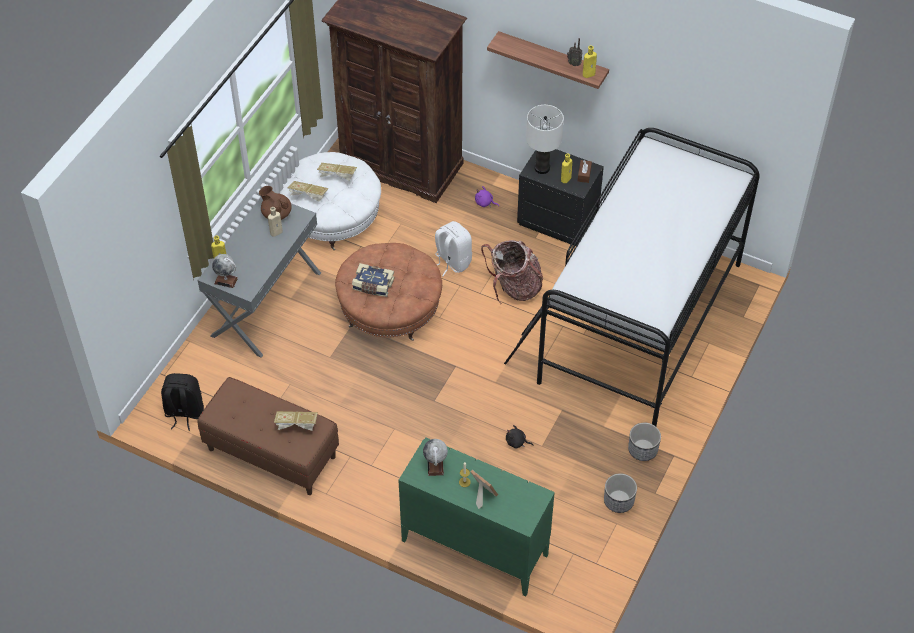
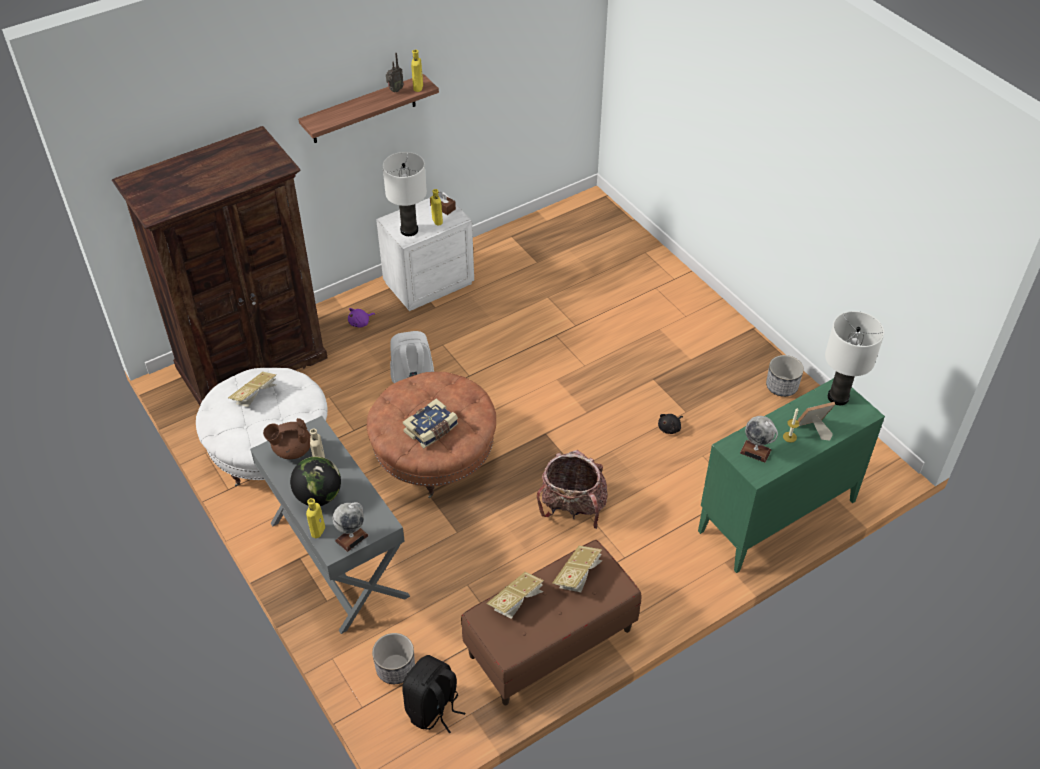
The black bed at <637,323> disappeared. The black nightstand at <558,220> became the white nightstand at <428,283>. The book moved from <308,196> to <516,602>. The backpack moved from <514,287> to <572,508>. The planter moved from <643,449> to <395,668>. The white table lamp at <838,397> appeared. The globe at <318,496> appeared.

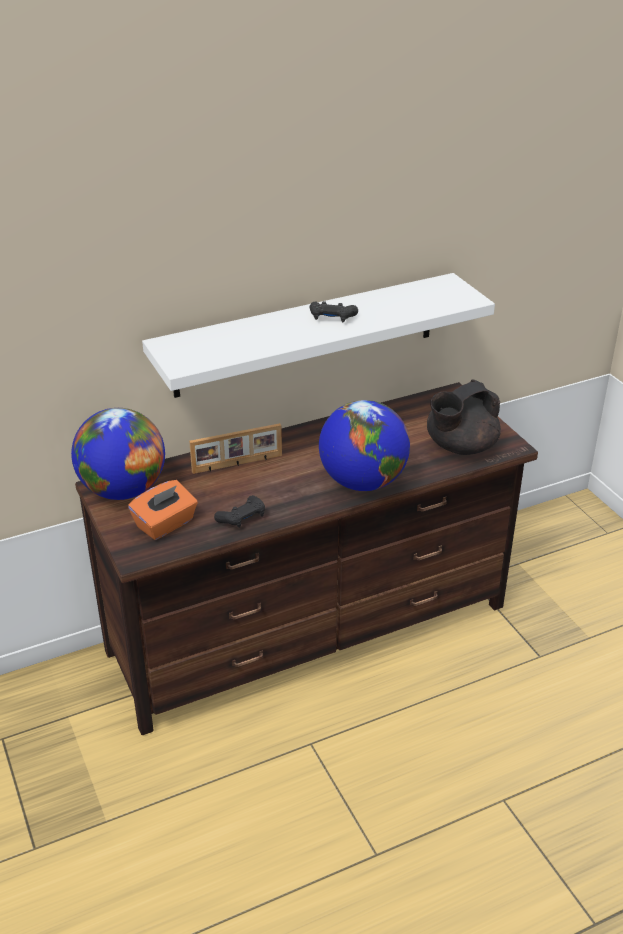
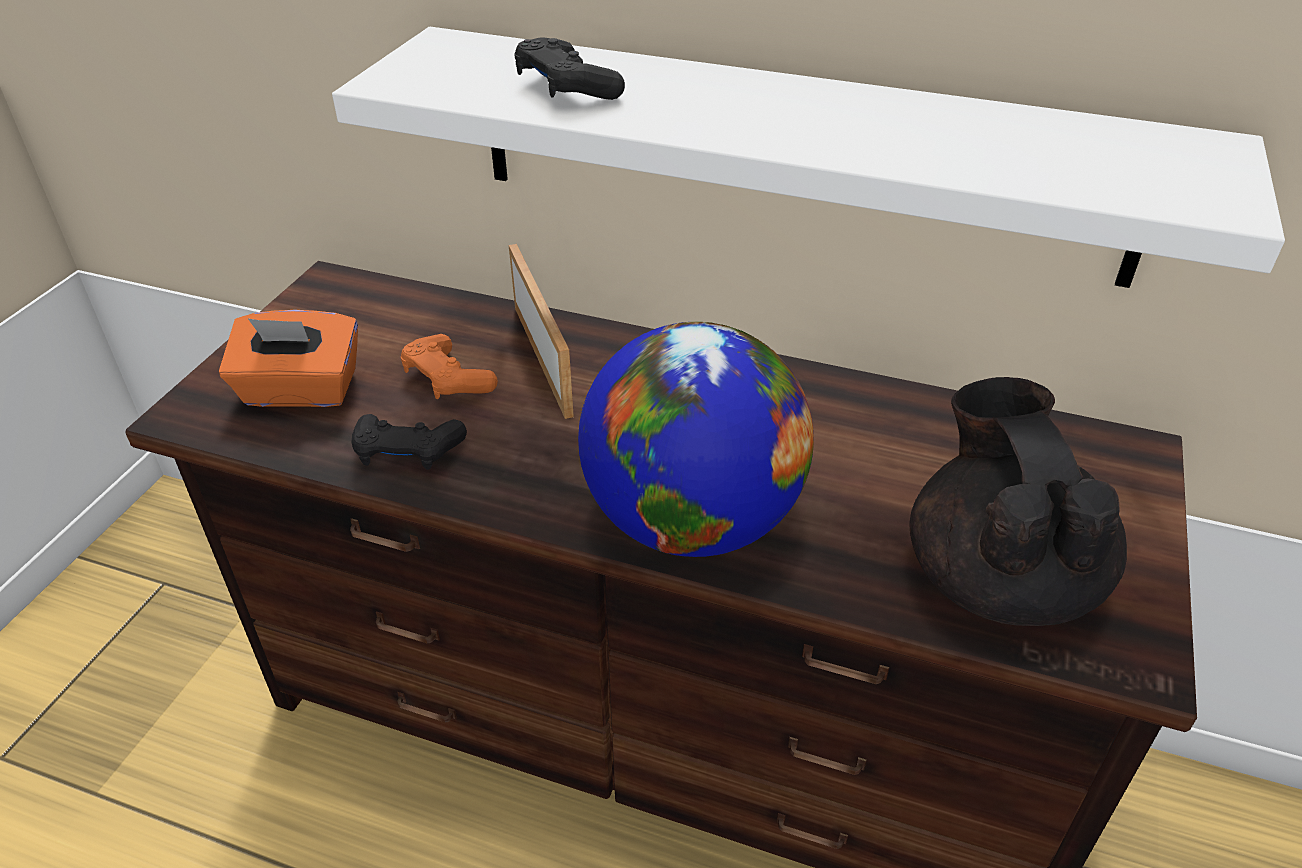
The black game controller moved from <332,318> to <566,87>. The black teapot at <460,447> turned 75 degrees clockwise. The globe at <123,490> disappeared. The picture frame at <237,464> turned 135 degrees counterclockwise. The orange game controller at <447,379> appeared.

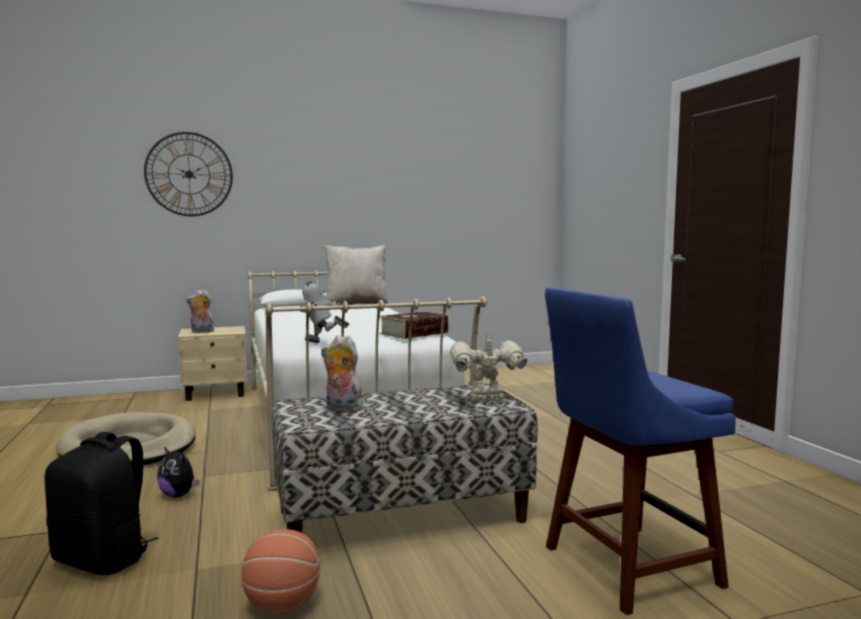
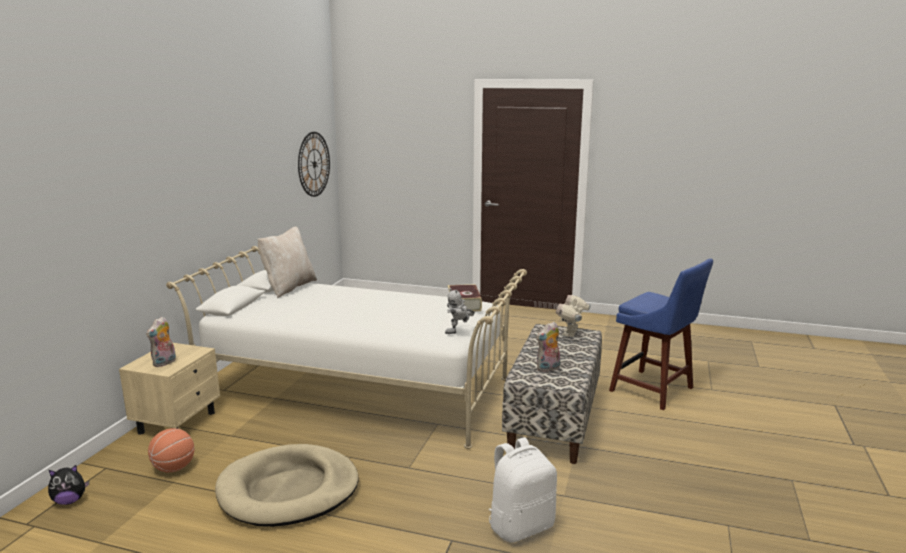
The wall clock moved from <189,174> to <314,164>. The blue chair at <623,567> turned 60 degrees counterclockwise. The black backpack at <104,559> became the white backpack at <521,526>. The plush toy moved from <179,495> to <70,501>. The basketball moved from <283,605> to <174,468>.

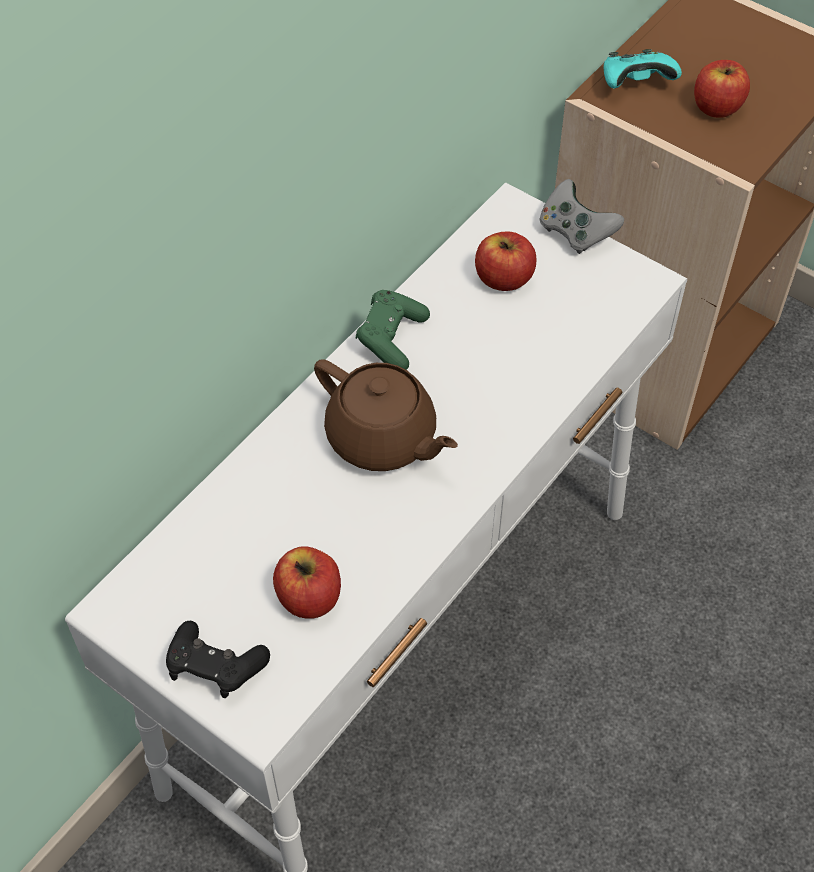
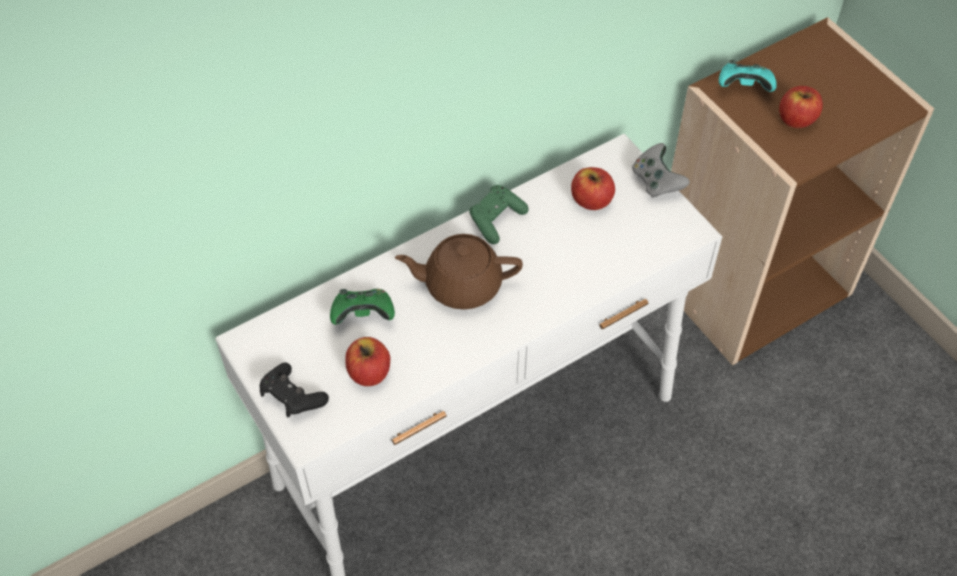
The brown teapot at <382,438> turned 120 degrees clockwise. The green game controller at <363,315> appeared.

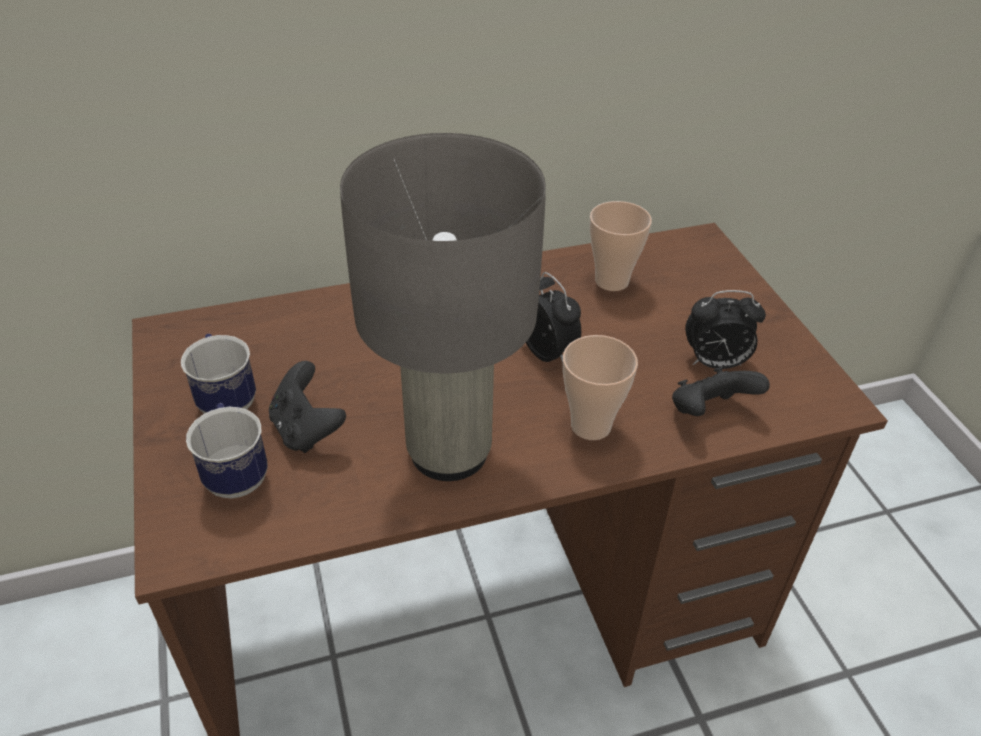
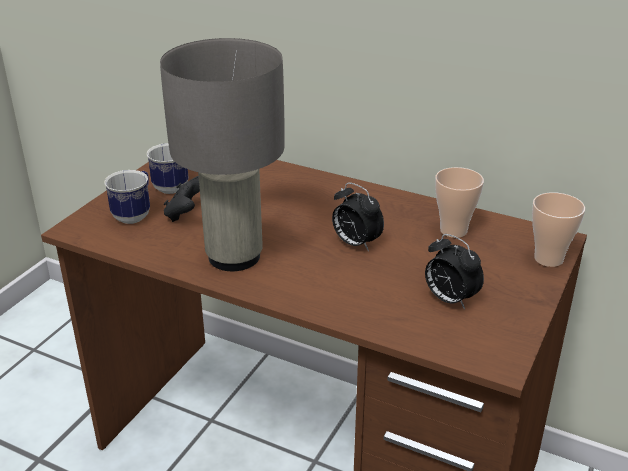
The alarm clock at <548,352> turned 120 degrees clockwise. The cup moved from <591,425> to <548,259>. The black game controller at <709,412> disappeared.

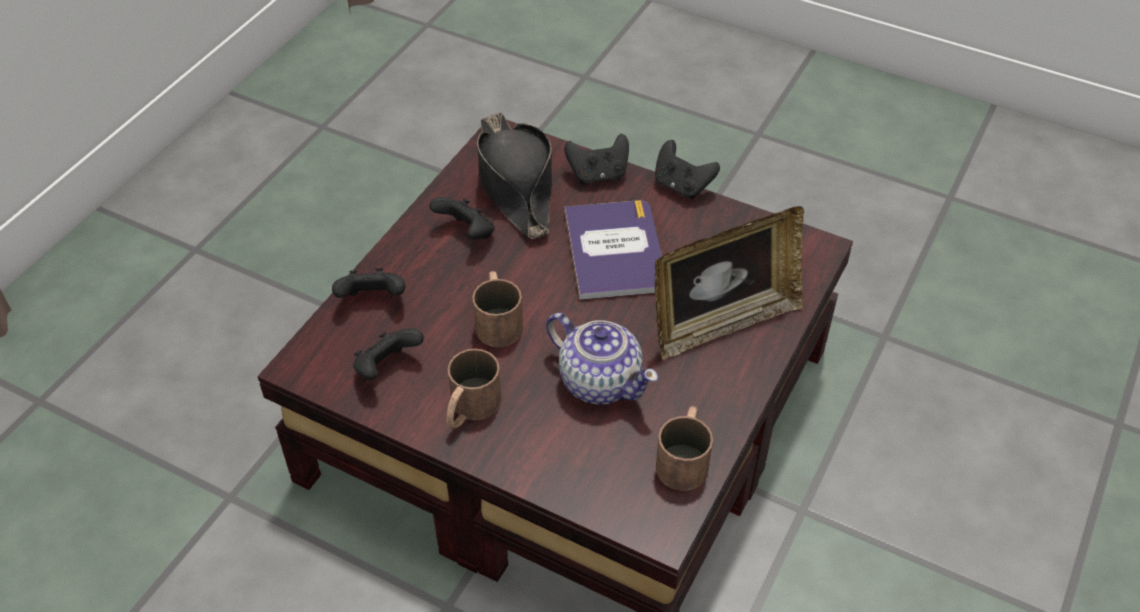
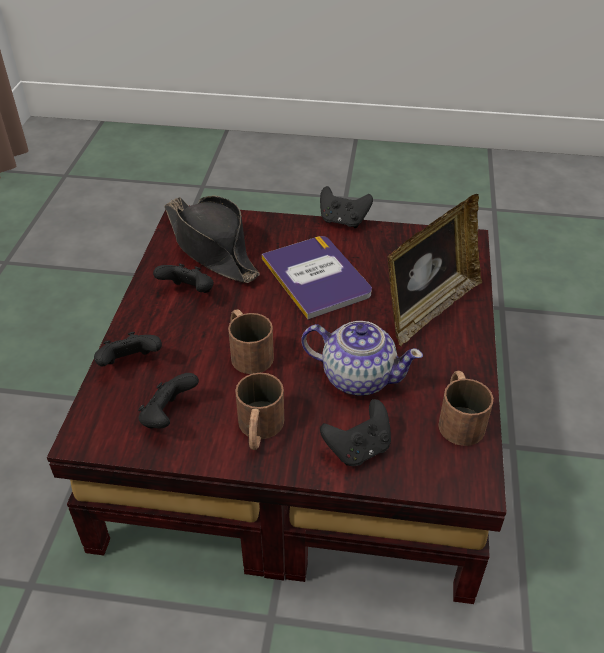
The black game controller moved from <598,174> to <358,449>.

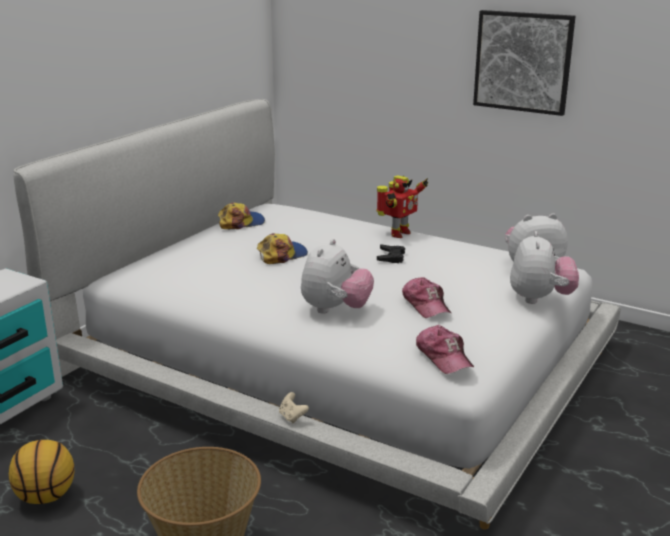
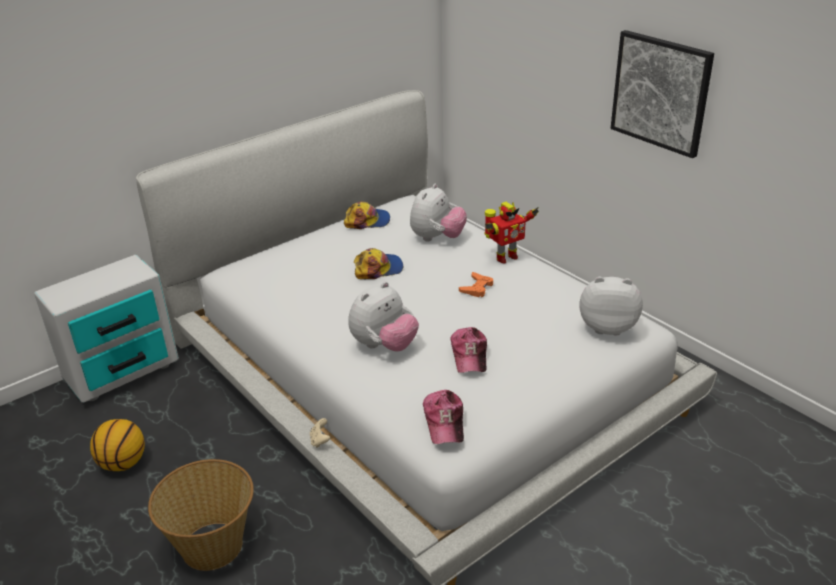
The plush toy moved from <540,299> to <437,238>. The black game controller at <391,257> became the orange game controller at <477,288>.

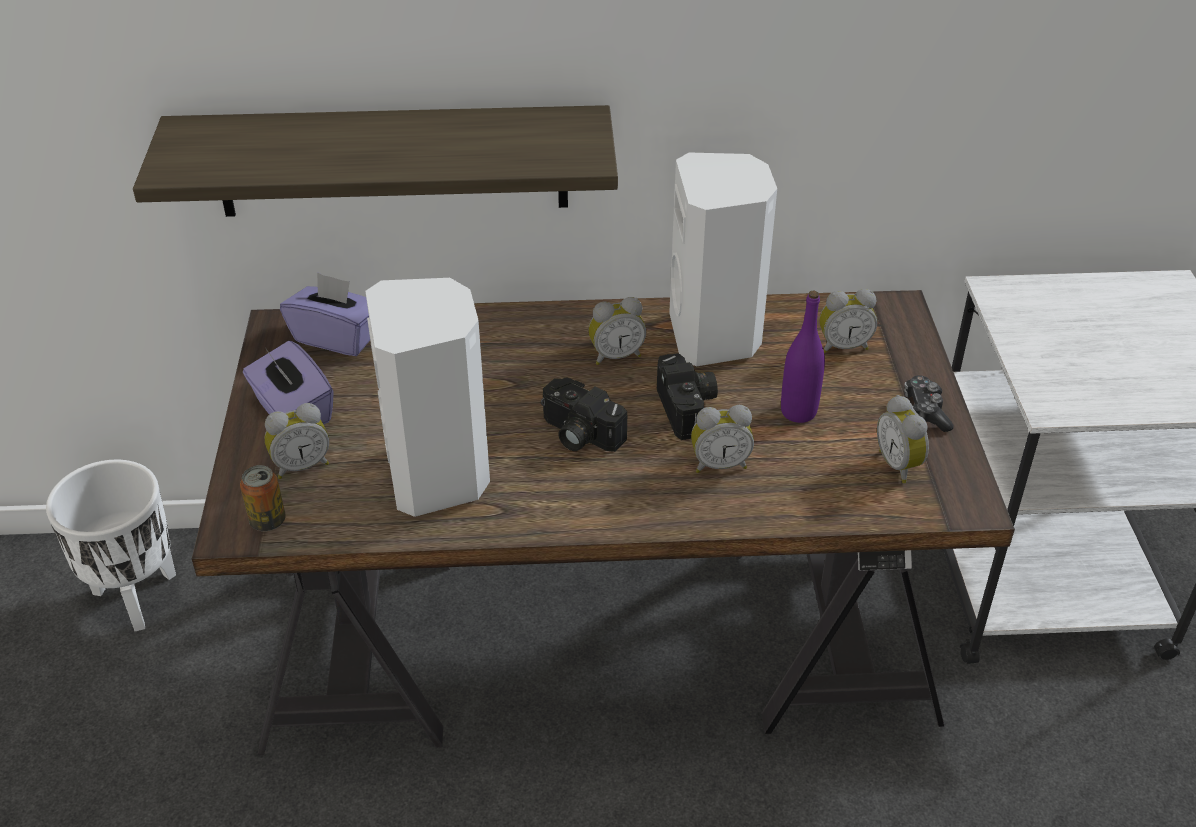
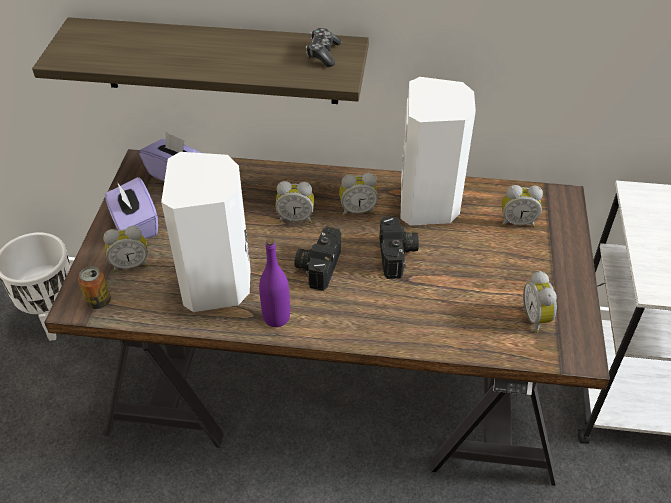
The purple bottle moved from <798,412> to <276,317>. The game controller moved from <925,411> to <323,53>. The photo camera at <578,434> turned 60 degrees clockwise. The alarm clock moved from <719,464> to <296,218>.

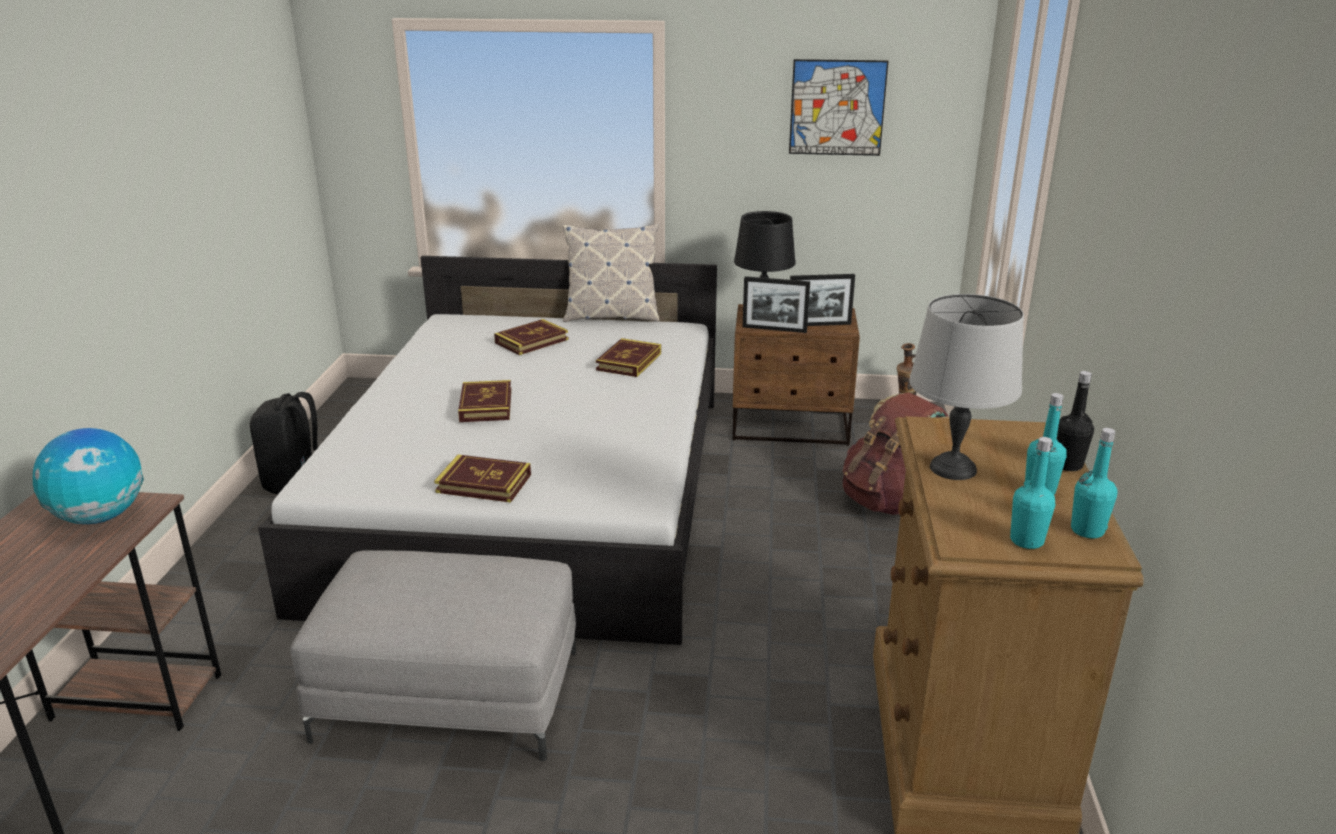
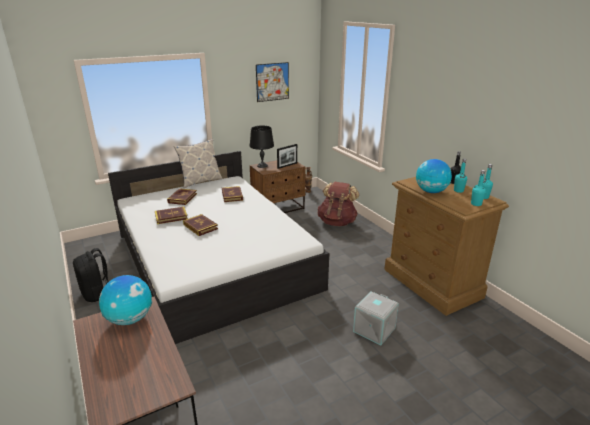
The picture frame at <774,329> disappeared. The grey table lamp at <951,468> was replaced by the globe at <431,191>. The book moved from <484,483> to <171,217>. The grey ottoman at <449,693> disappeared. The grey storage box at <374,330> appeared.

